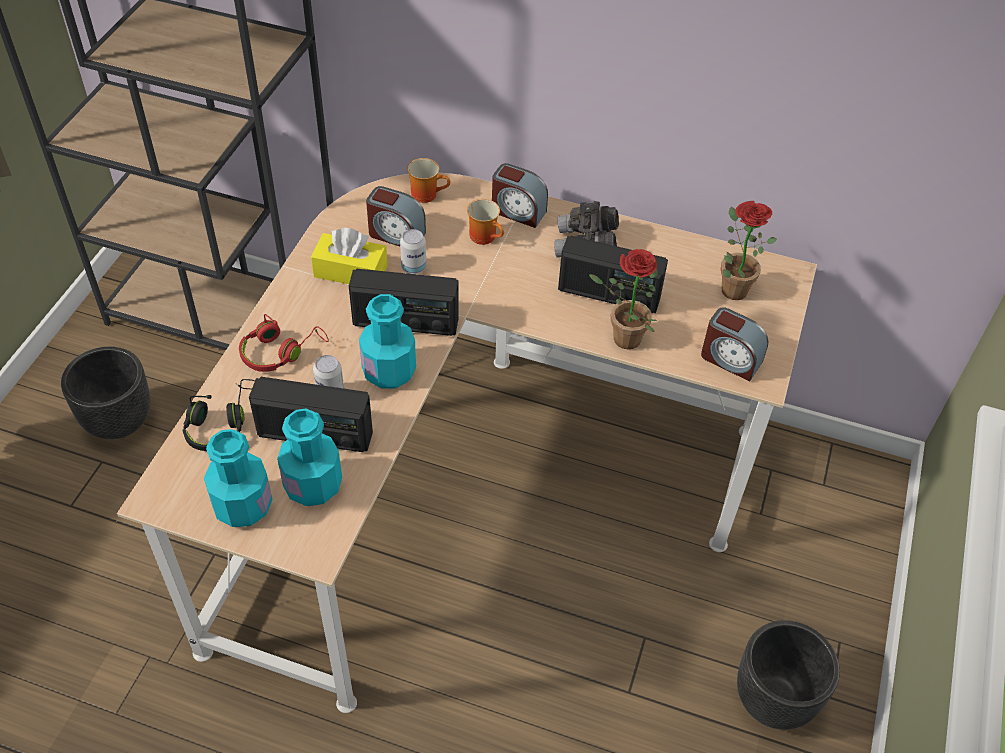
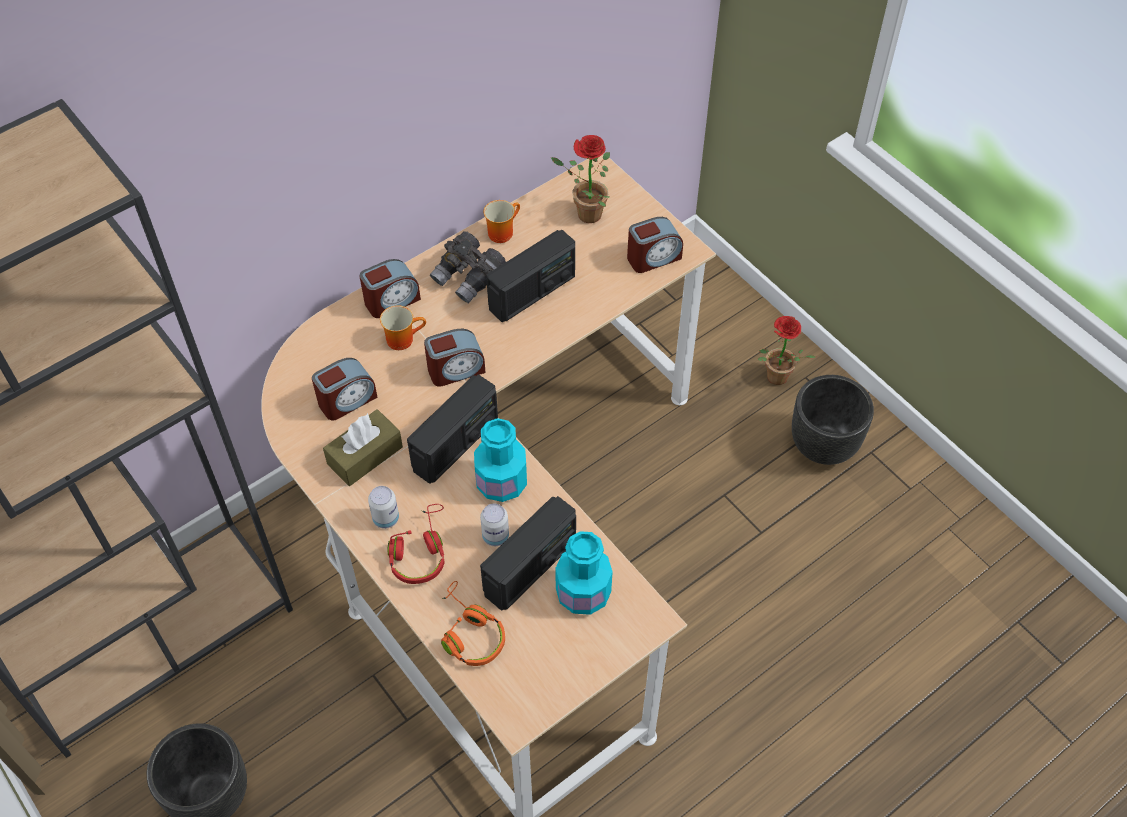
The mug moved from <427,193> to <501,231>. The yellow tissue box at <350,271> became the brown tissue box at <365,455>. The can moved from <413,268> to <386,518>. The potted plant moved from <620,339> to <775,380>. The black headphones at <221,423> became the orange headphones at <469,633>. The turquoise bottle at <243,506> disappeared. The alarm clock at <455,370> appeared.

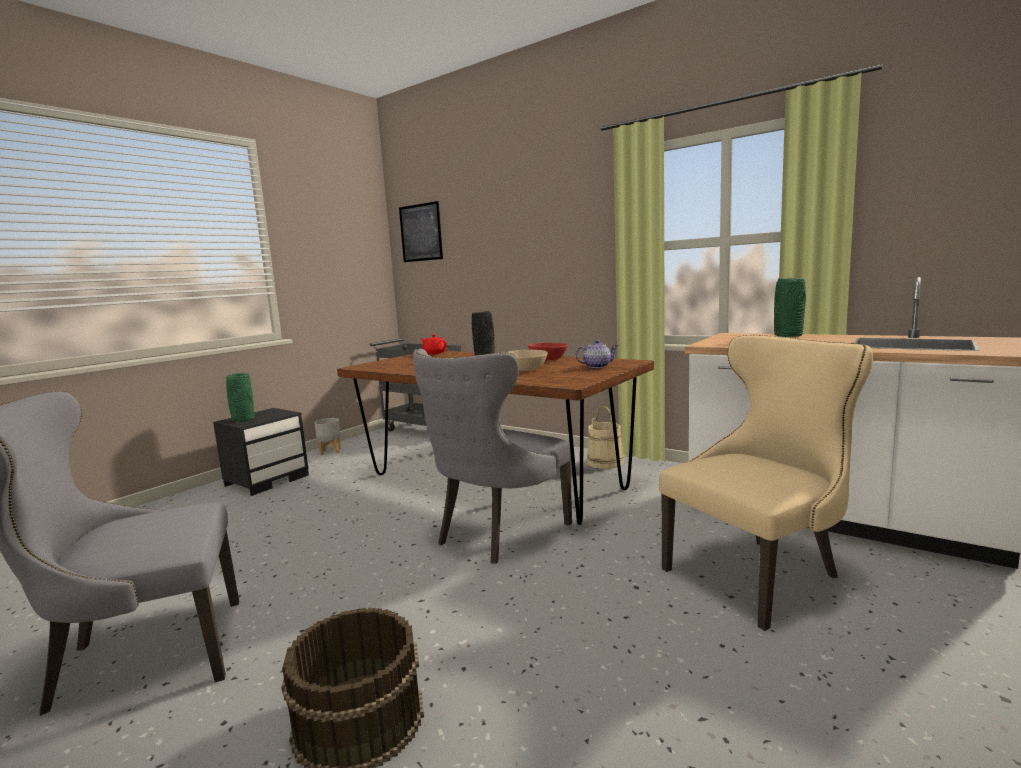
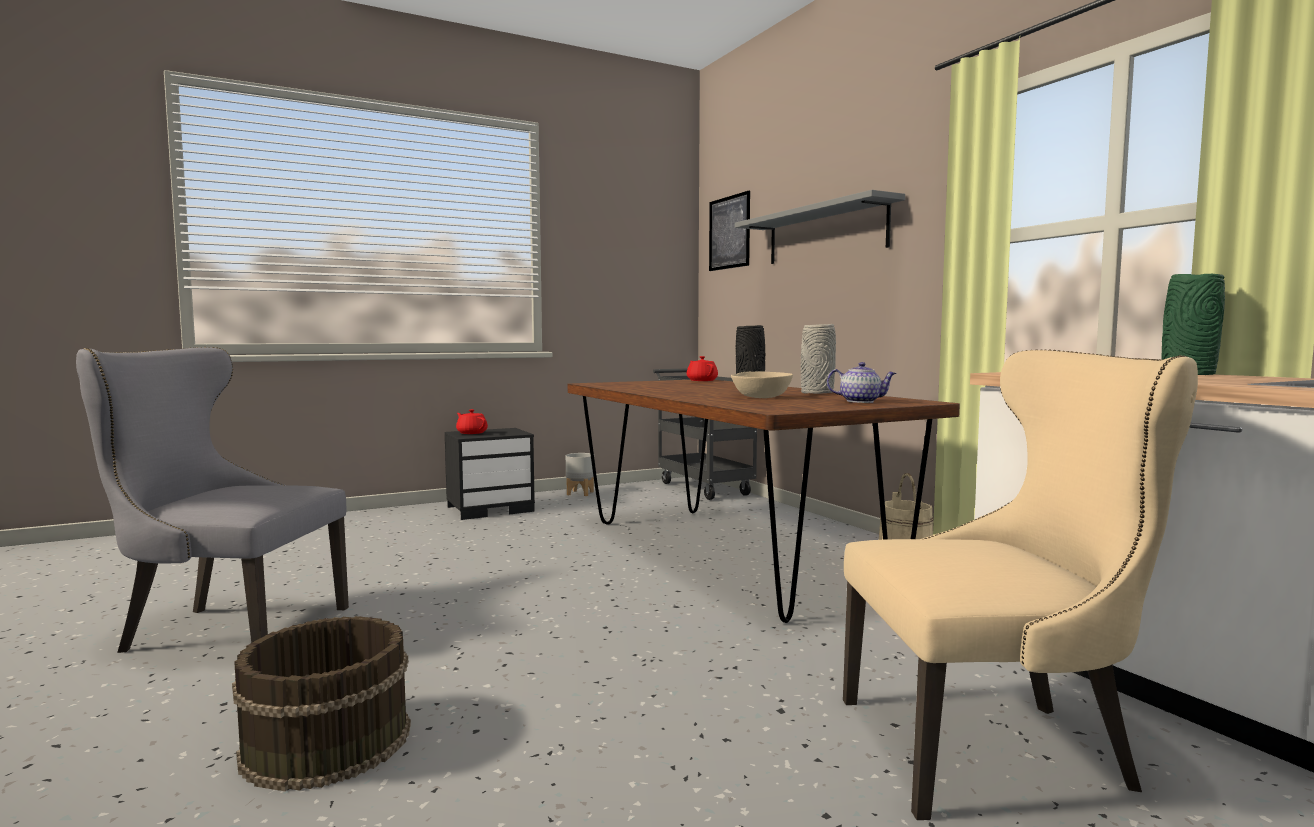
The red bowl at <548,359> was replaced by the grey vase at <816,393>. The grey chair at <498,533> disappeared. The green vase at <242,419> was replaced by the red teapot at <471,433>. The grey shelf at <825,234> appeared.

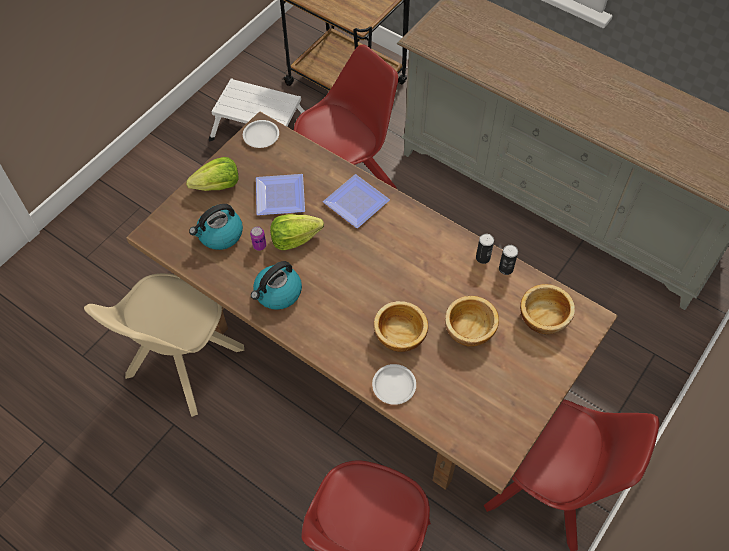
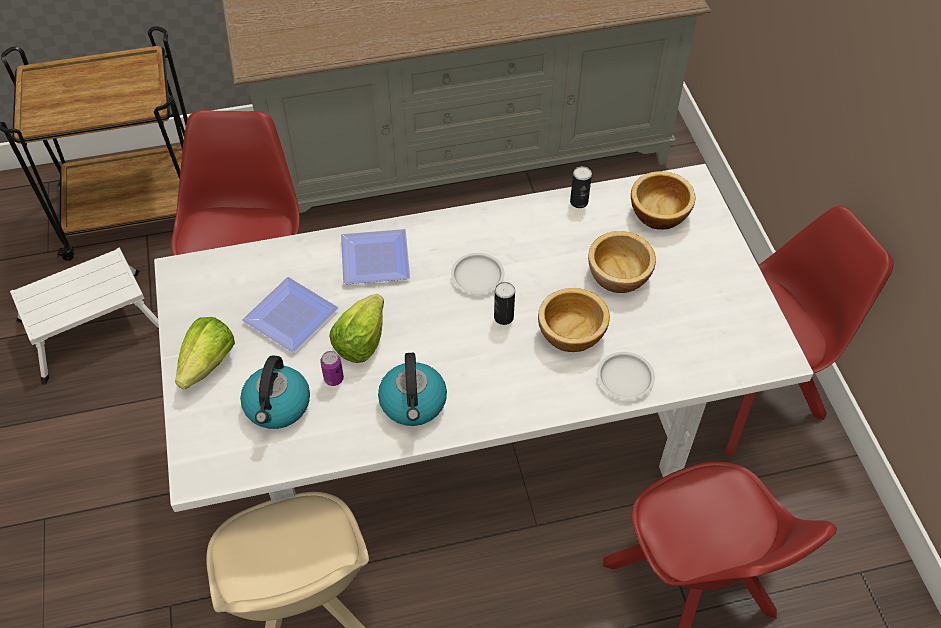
The brown dining table at <367,352> became the white dining table at <472,429>. The white plate moved from <261,136> to <478,276>. The can moved from <483,258> to <503,317>.

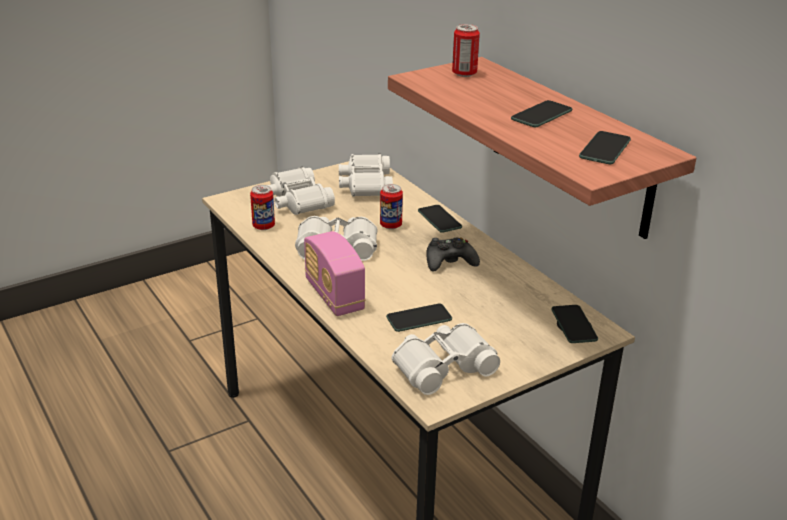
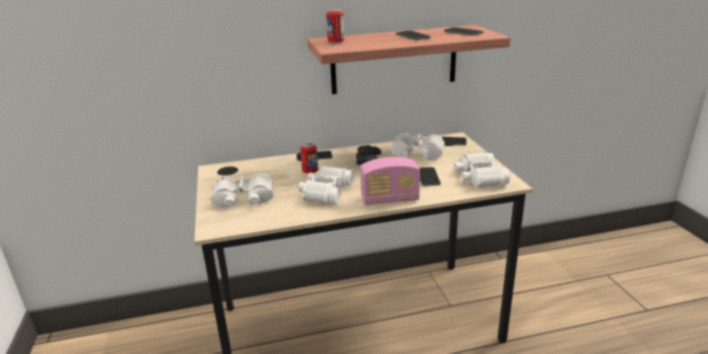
The white binoculars moved from <365,184> to <417,153>. The can at <263,226> disappeared.

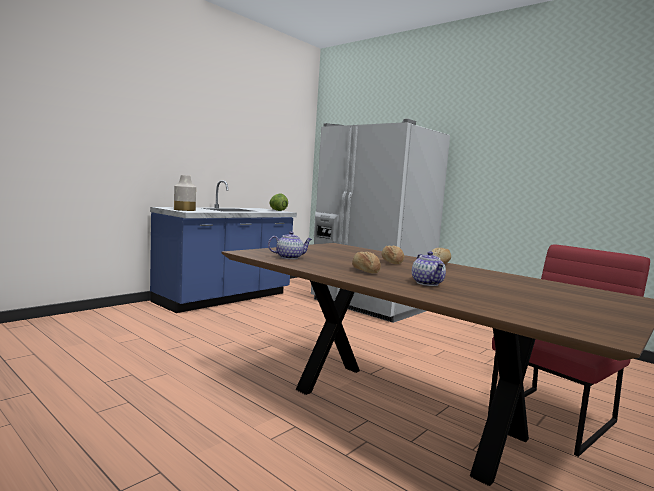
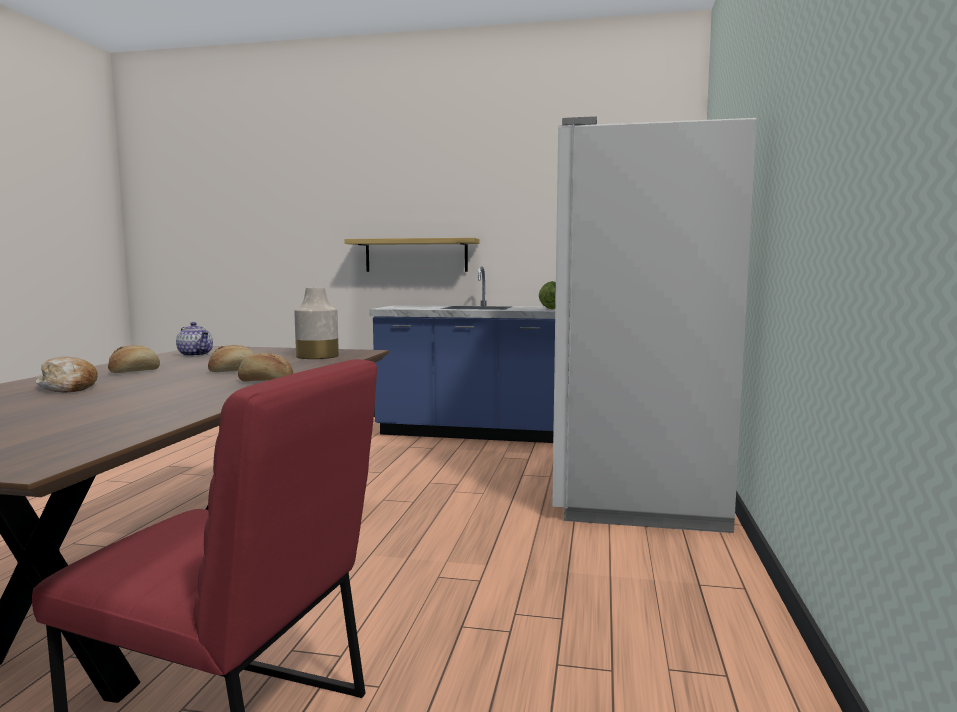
The beige vase moved from <184,210> to <317,356>. The teapot at <428,283> was replaced by the bread at <69,387>. The shelf at <416,255> appeared.

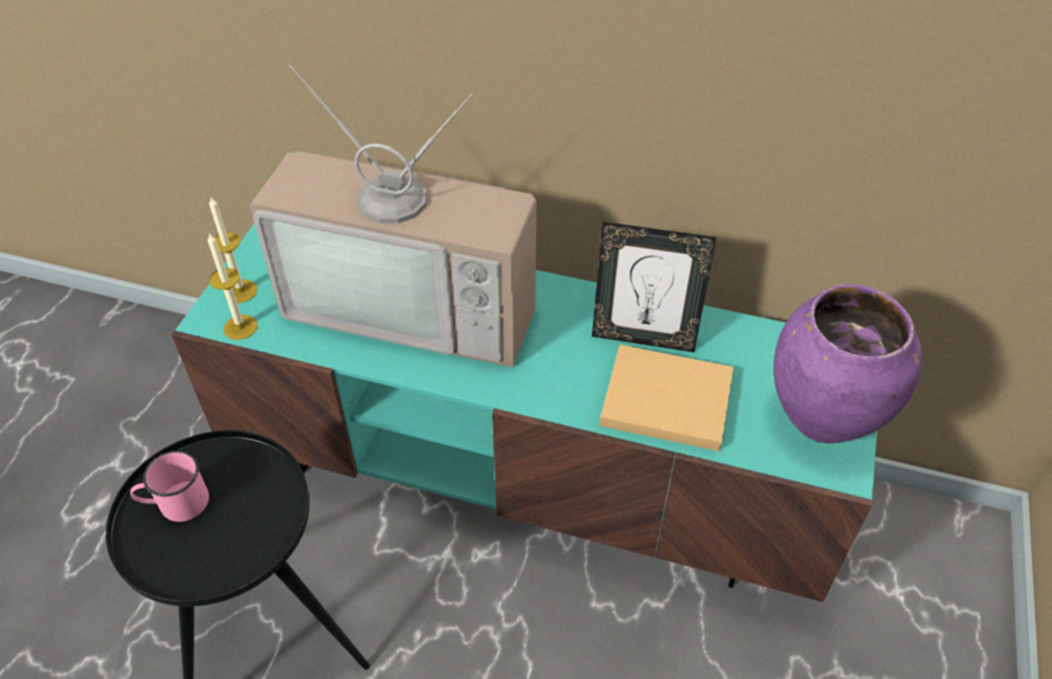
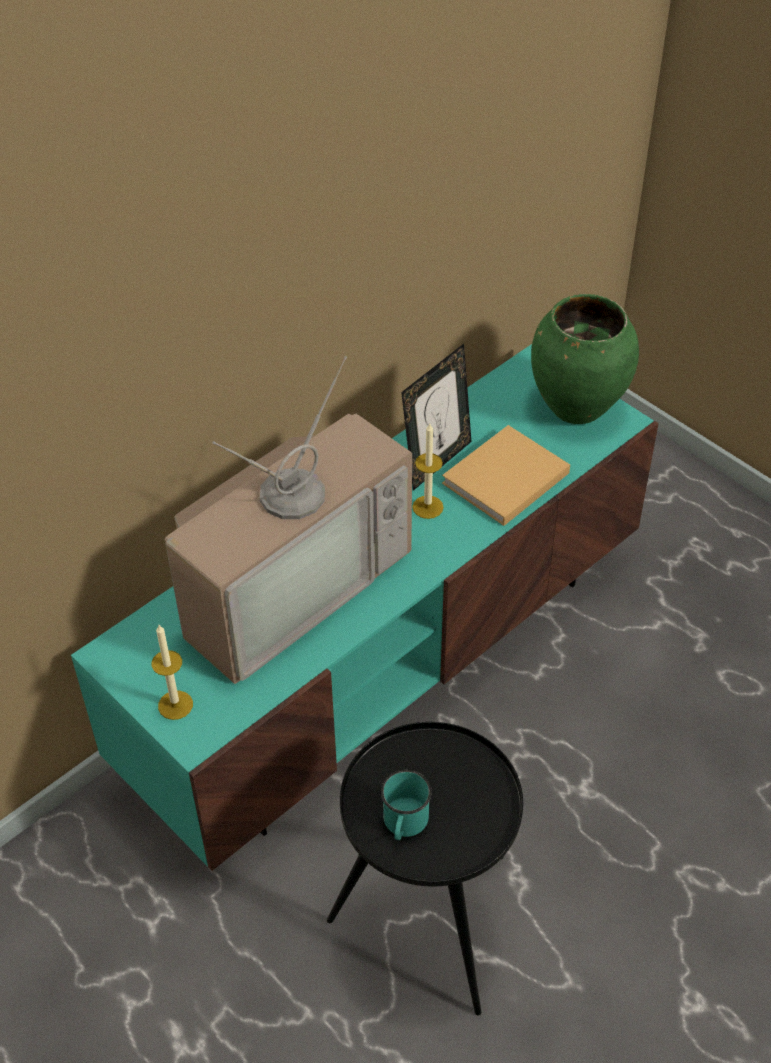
The candle moved from <240,327> to <427,507>. The purple vase at <823,418> became the green vase at <576,407>. The pink mug at <176,503> became the turquoise mug at <404,824>.

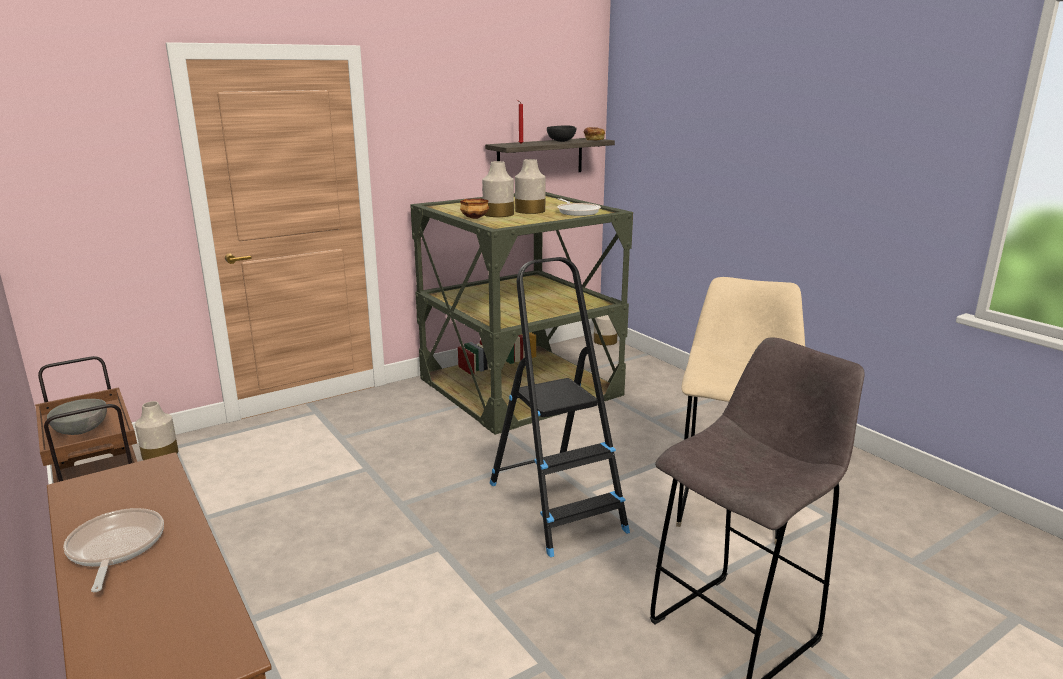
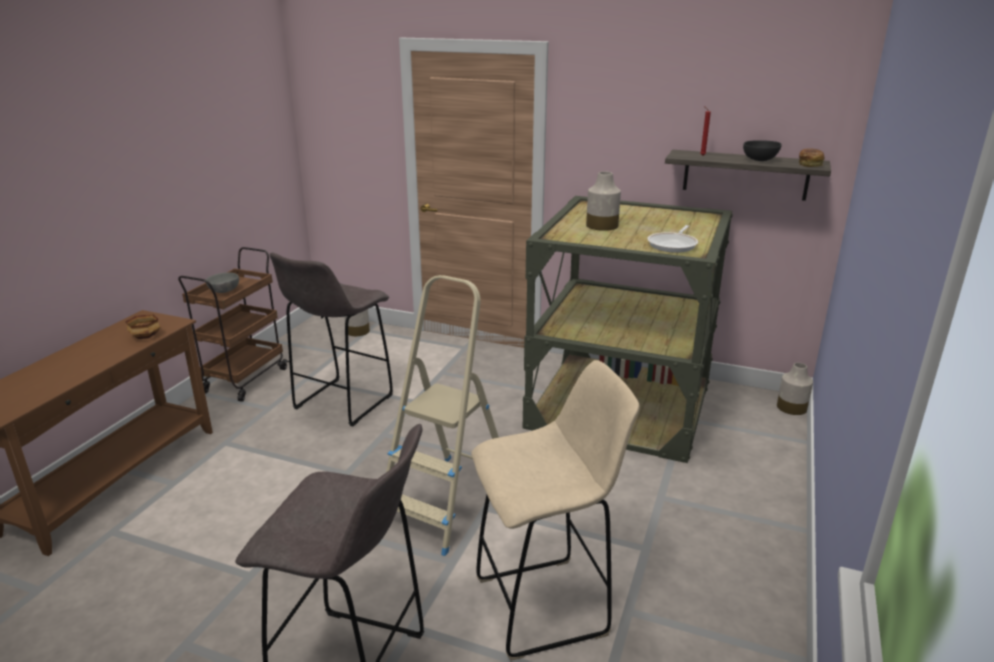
The beige vase at <530,211> disappeared. The bowl moved from <475,218> to <146,337>. The black step ladder at <556,507> became the beige step ladder at <445,503>. The frying pan at <115,548> disappeared. The grey stool at <341,403> appeared.

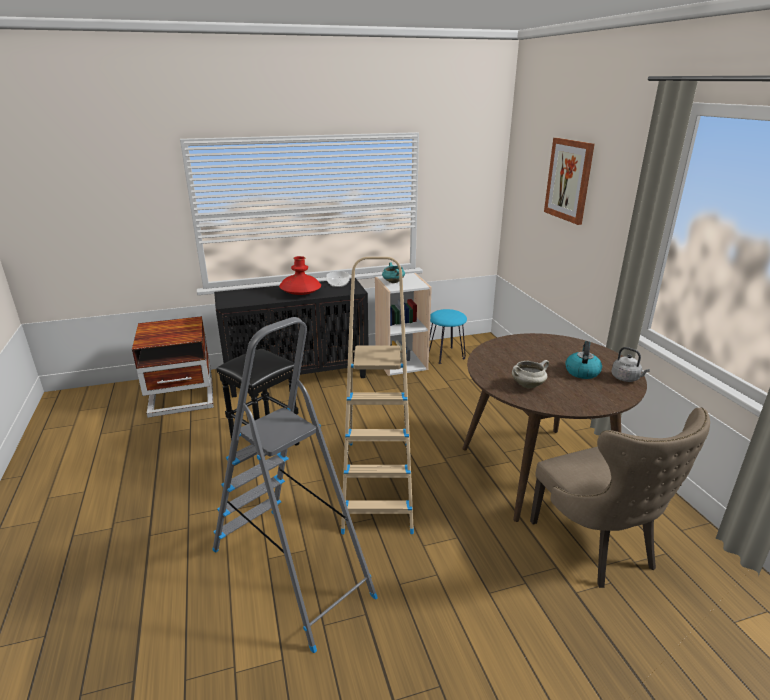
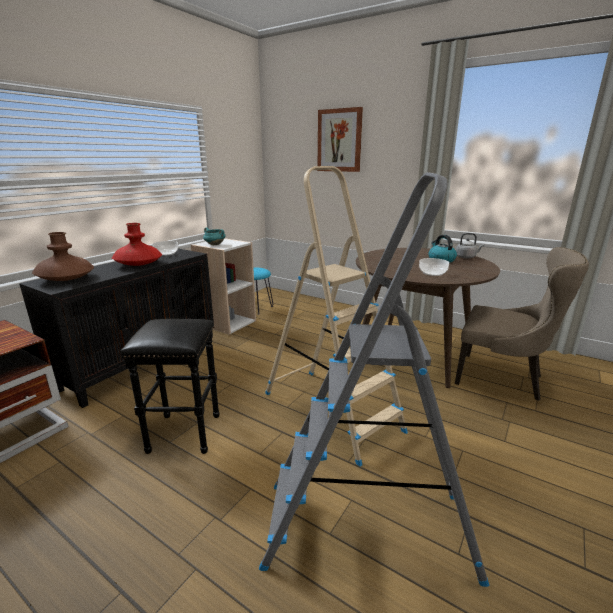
The white cooking pot at <528,385> was replaced by the bowl at <432,273>. The brown vase at <66,279> appeared.

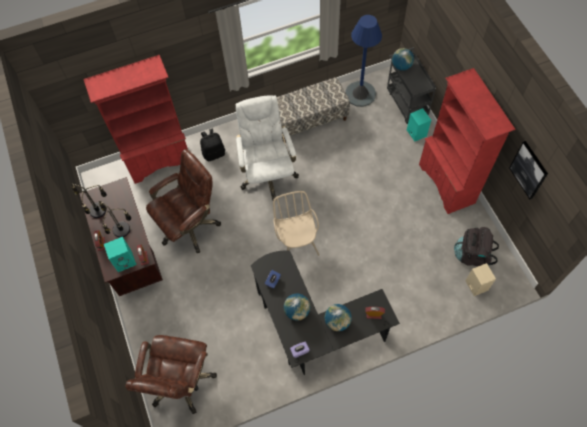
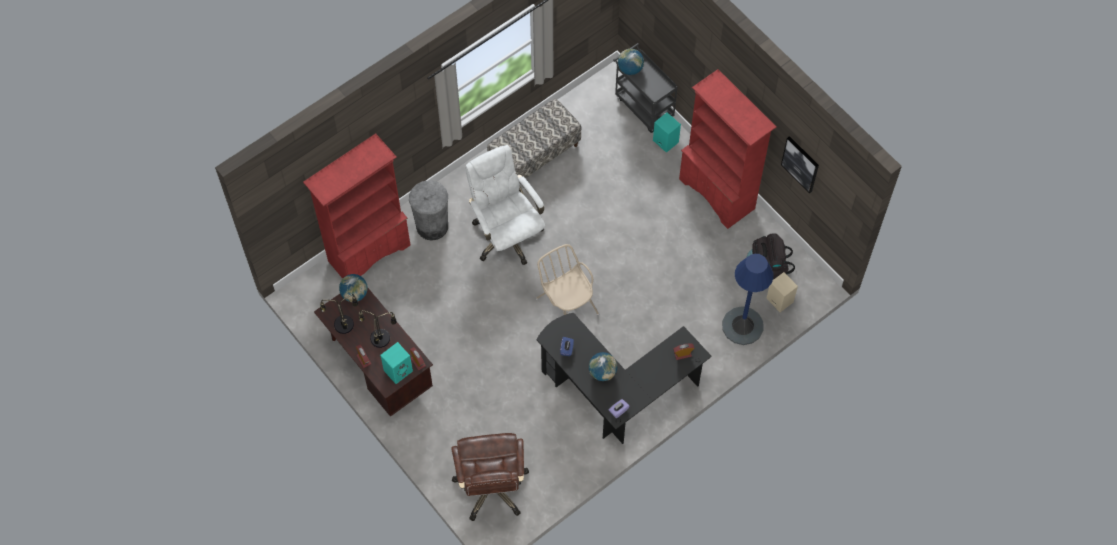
The blue floor lamp moved from <360,94> to <742,325>. The black backpack at <214,153> was replaced by the grey trash can at <432,226>. The brown office chair at <189,226> disappeared. The globe moved from <337,321> to <354,294>.

